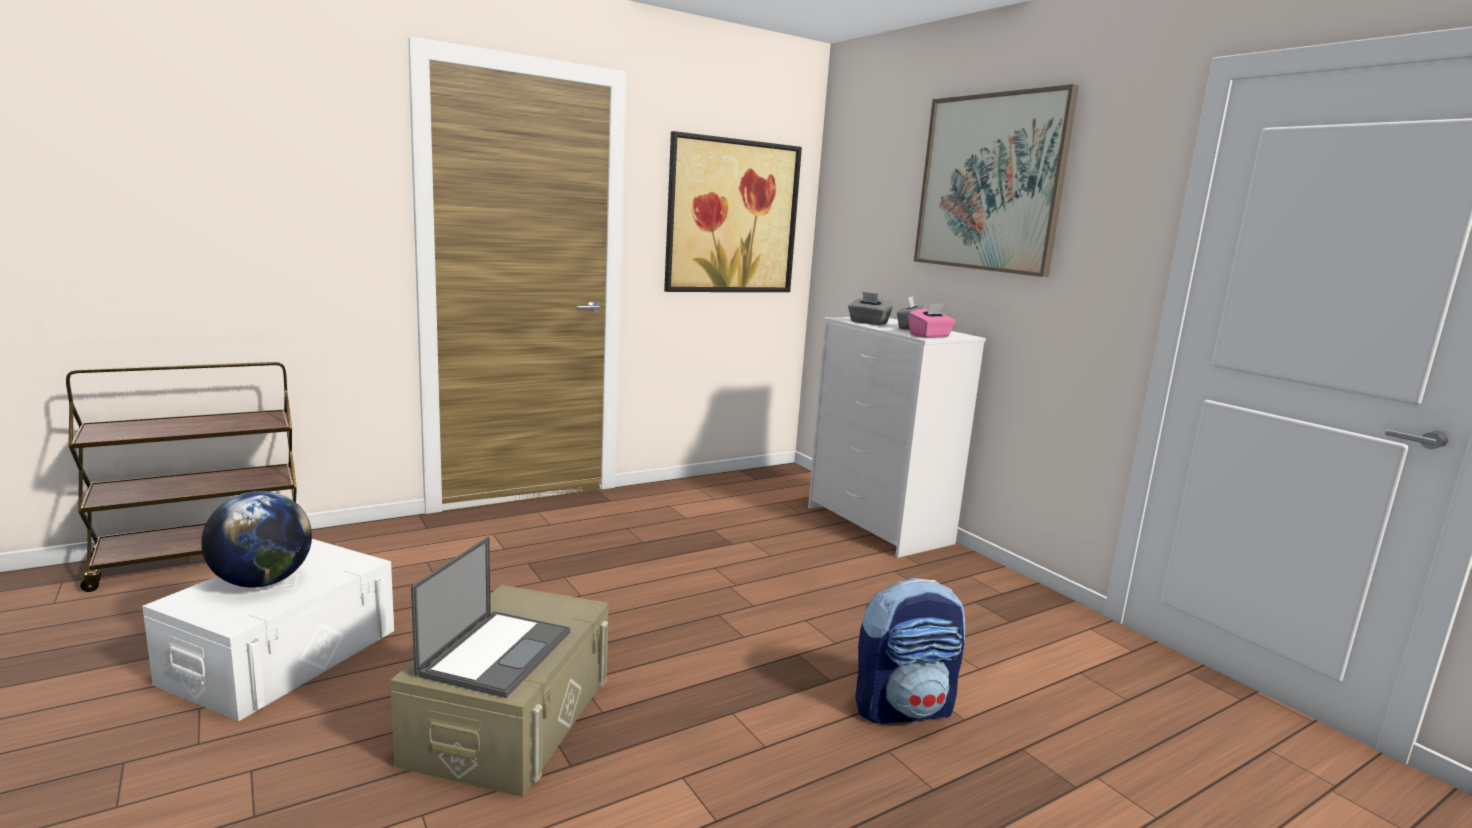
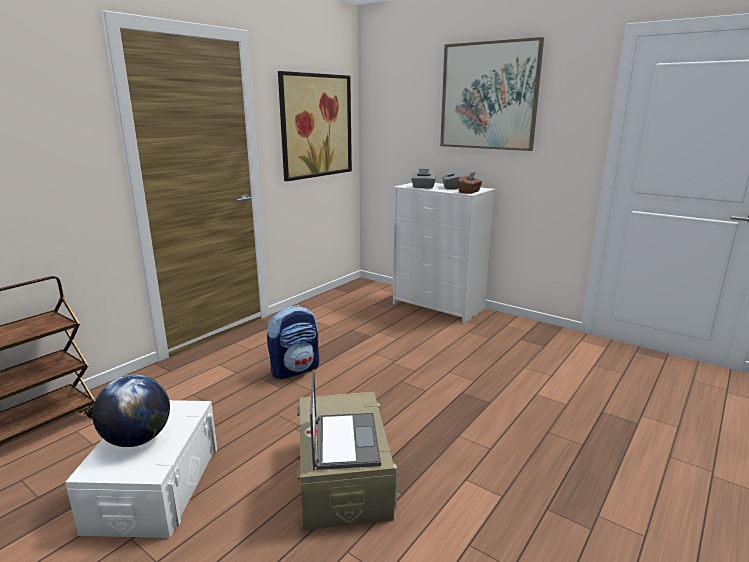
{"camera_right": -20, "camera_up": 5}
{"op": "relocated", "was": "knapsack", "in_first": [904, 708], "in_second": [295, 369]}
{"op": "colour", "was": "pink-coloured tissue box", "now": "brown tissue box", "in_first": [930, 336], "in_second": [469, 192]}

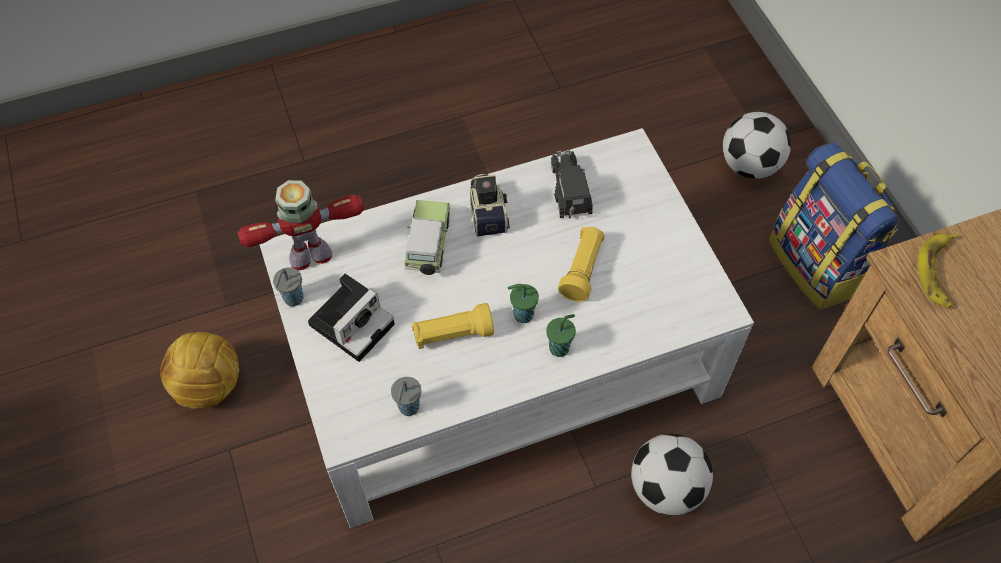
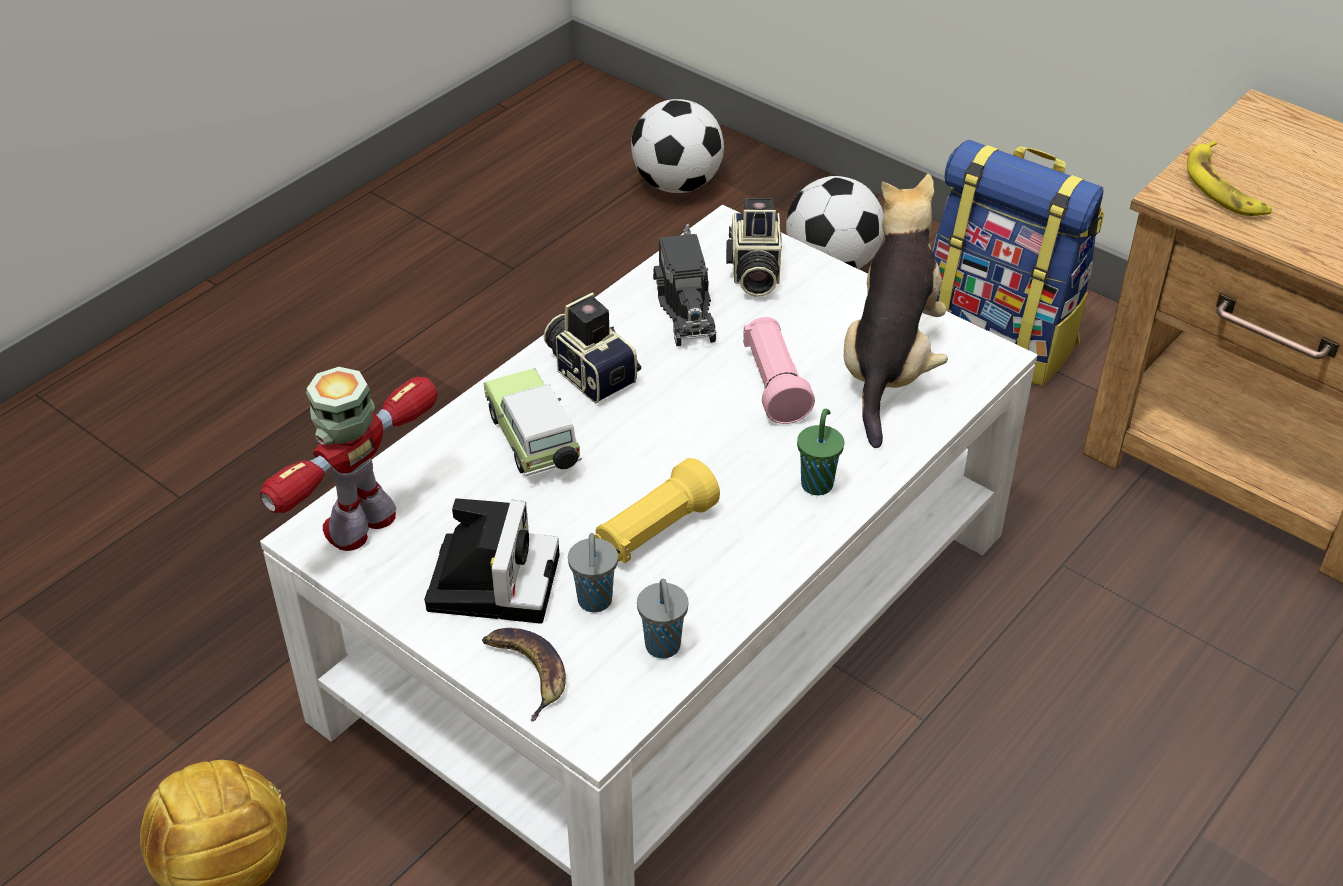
{"camera_right": -30, "camera_up": -15}
{"op": "missing", "was": "greenish drinking cup", "in_first": [522, 315]}
{"op": "appeared", "now": "whole banana", "in_second": [526, 671]}
{"op": "appeared", "now": "still camera", "in_second": [753, 272]}
{"op": "appeared", "now": "soft toy", "in_second": [889, 366]}
{"op": "relocated", "was": "gray drinking cup", "in_first": [293, 299], "in_second": [594, 602]}
{"op": "relocated", "was": "football ball", "in_first": [666, 488], "in_second": [677, 184]}
{"op": "colour", "was": "yellowish torch", "now": "pink-coloured torch", "in_first": [582, 270], "in_second": [774, 385]}
{"op": "spun", "was": "toy truck", "in_first": [569, 193], "in_second": [685, 307], "clockwise": -150}

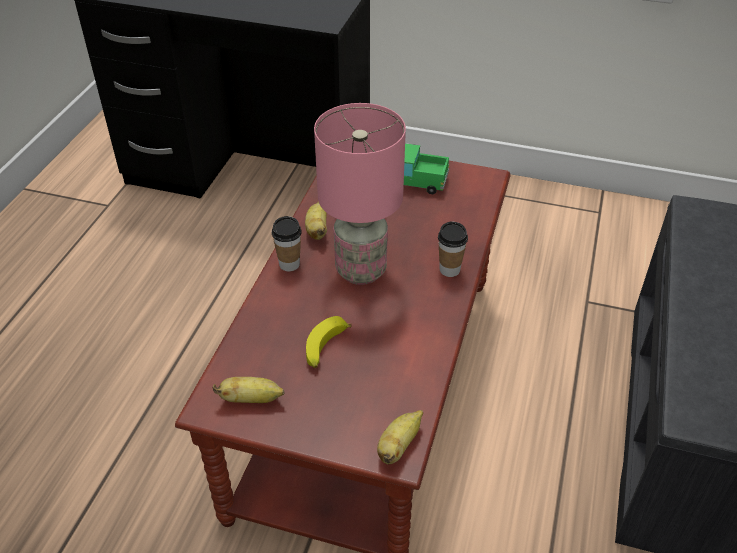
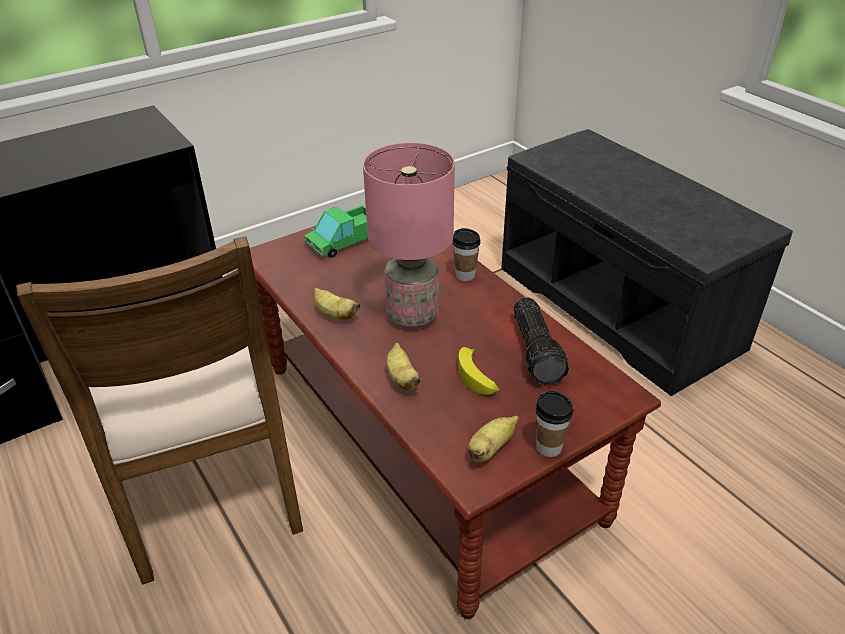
{"camera_right": -50, "camera_up": -5}
{"op": "appeared", "now": "brown plain chair", "in_second": [207, 478]}
{"op": "appeared", "now": "torch", "in_second": [538, 350]}
{"op": "relocated", "was": "drinking cup", "in_first": [289, 264], "in_second": [549, 447]}
{"op": "relocated", "was": "whole banana", "in_first": [398, 446], "in_second": [402, 378]}

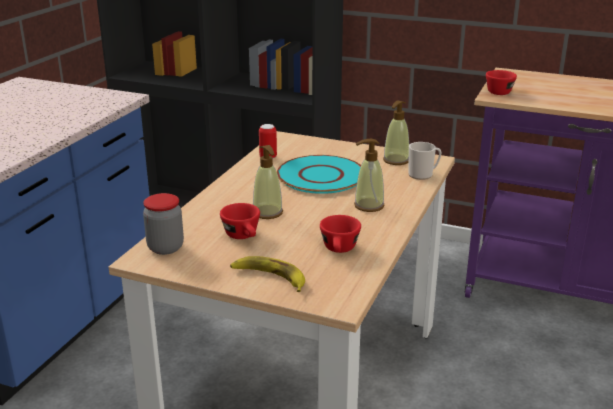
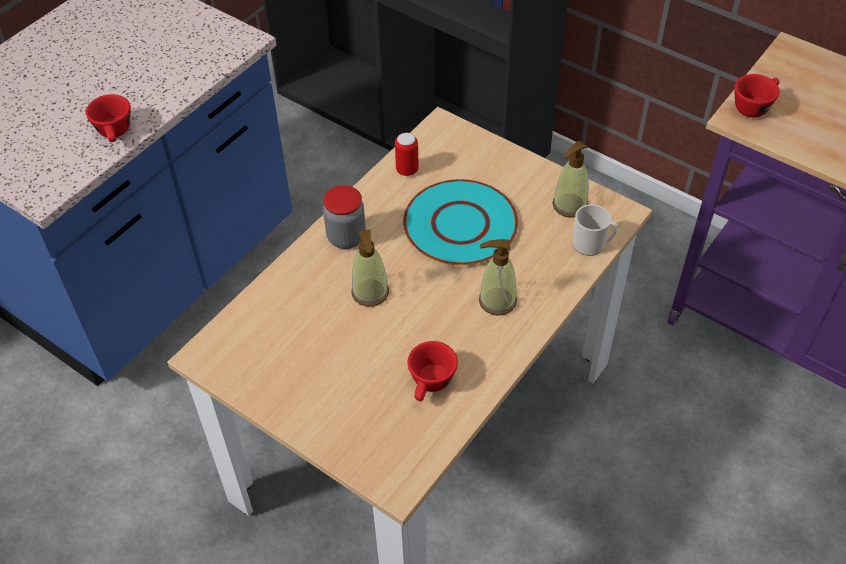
{"camera_right": 15, "camera_up": 25}
{"op": "missing", "was": "whole banana", "in_first": [269, 277]}
{"op": "relocated", "was": "preserve jar", "in_first": [165, 247], "in_second": [346, 237]}
{"op": "relocated", "was": "reddish drinking cup", "in_first": [243, 236], "in_second": [115, 133]}

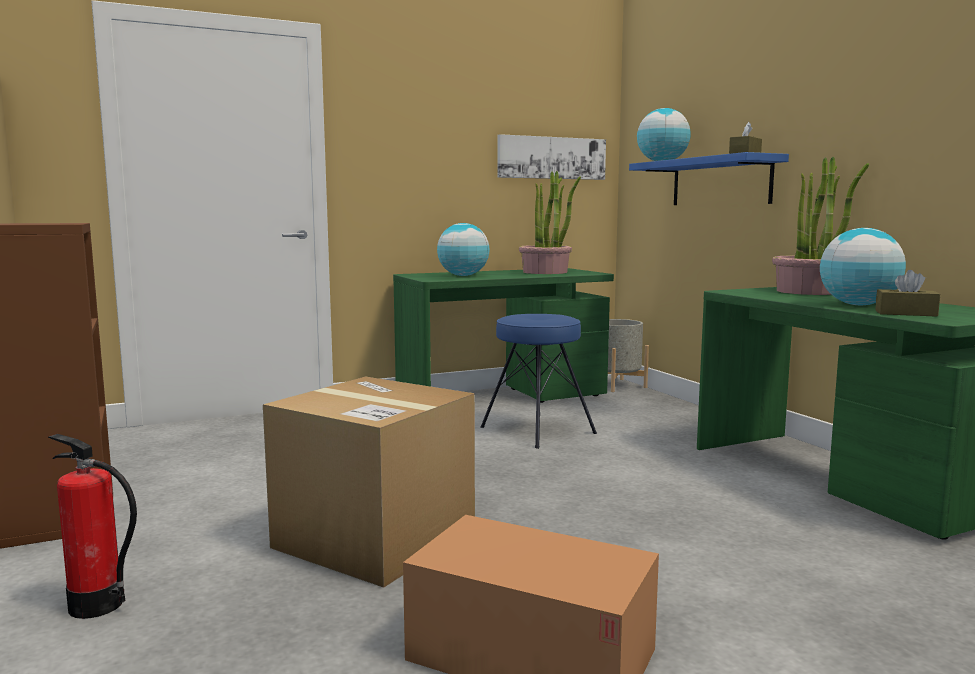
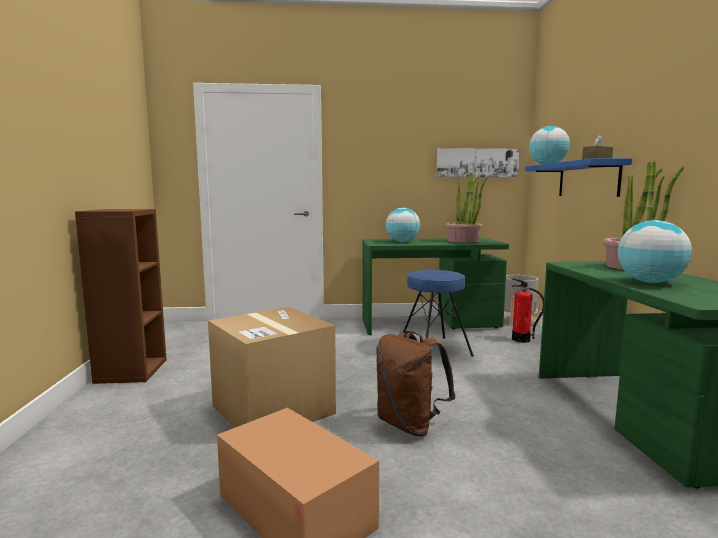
{"camera_right": 20, "camera_up": 0}
{"op": "missing", "was": "brown tissue box", "in_first": [905, 313]}
{"op": "appeared", "now": "brown knapsack", "in_second": [410, 425]}
{"op": "relocated", "was": "fire extinguisher", "in_first": [96, 605], "in_second": [521, 340]}

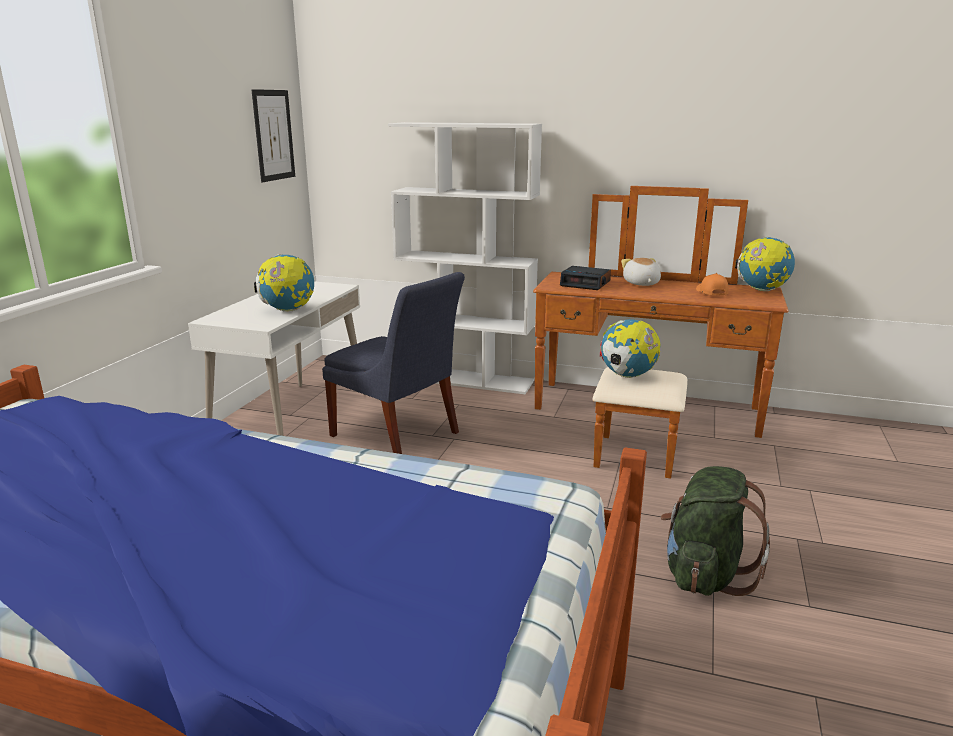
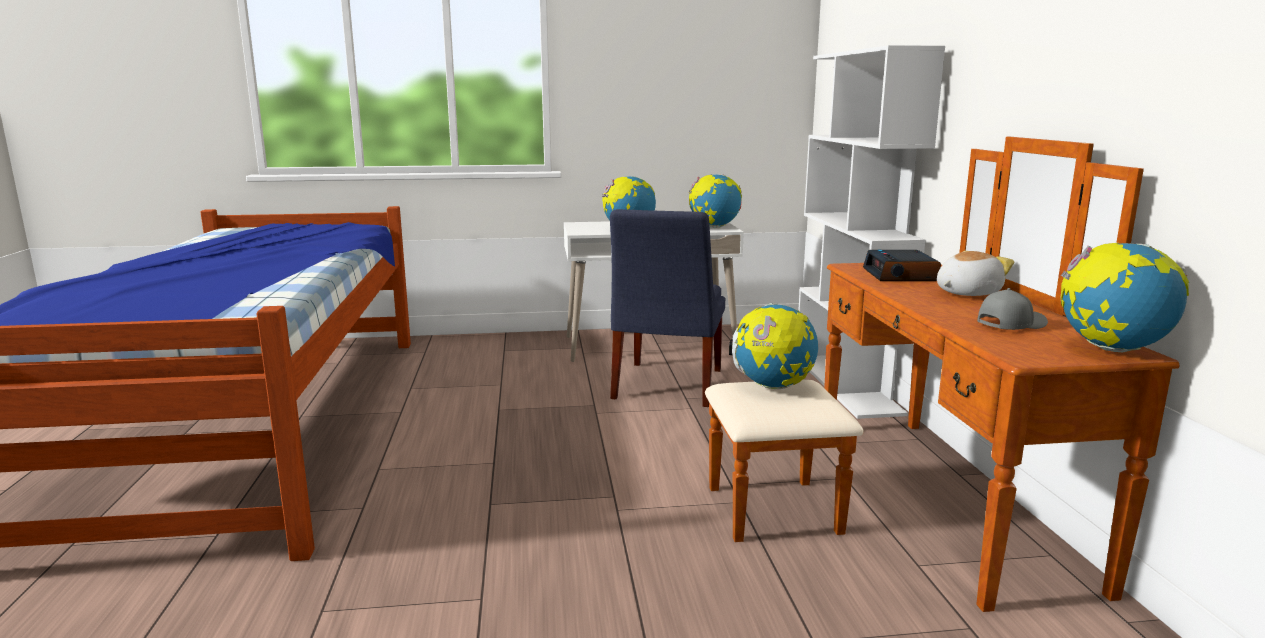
{"camera_right": 65, "camera_up": -5}
{"op": "missing", "was": "wall art", "in_first": [273, 135]}
{"op": "missing", "was": "greenish knapsack", "in_first": [704, 574]}
{"op": "appeared", "now": "desk globe", "in_second": [714, 227]}
{"op": "colour", "was": "orangey baseball cap", "now": "gray baseball cap", "in_first": [711, 292], "in_second": [1009, 324]}

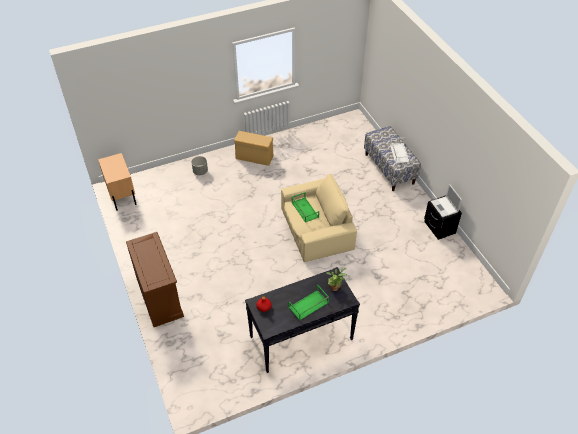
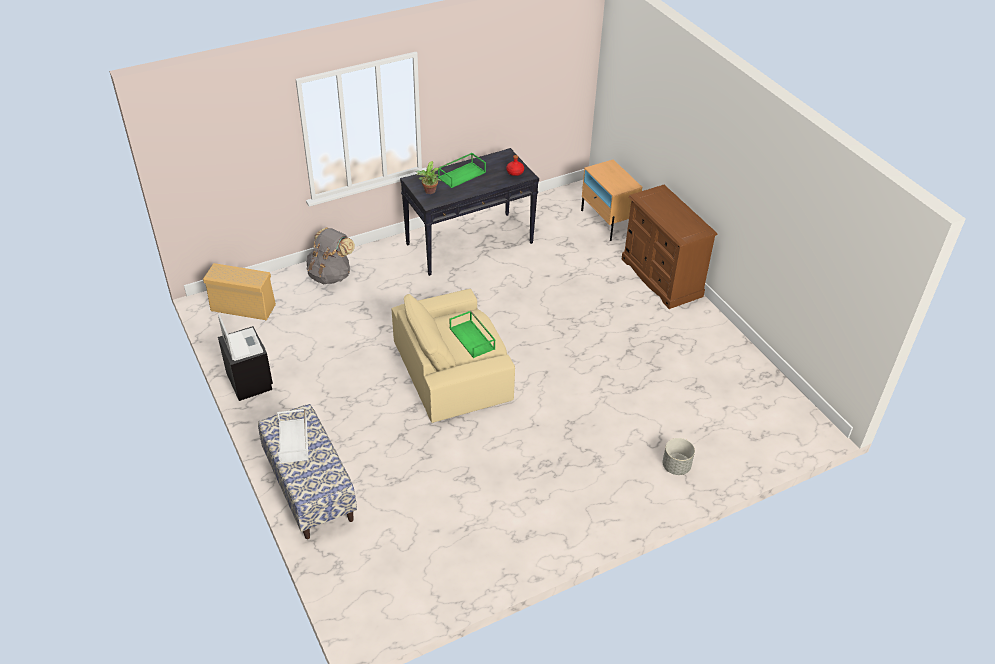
{"camera_right": 175, "camera_up": -5}
{"op": "appeared", "now": "gray knapsack", "in_second": [331, 275]}
{"op": "relocated", "was": "beige-coloured nightstand", "in_first": [121, 194], "in_second": [607, 221]}
{"op": "relocated", "was": "beige-coloured storage box", "in_first": [255, 157], "in_second": [242, 307]}

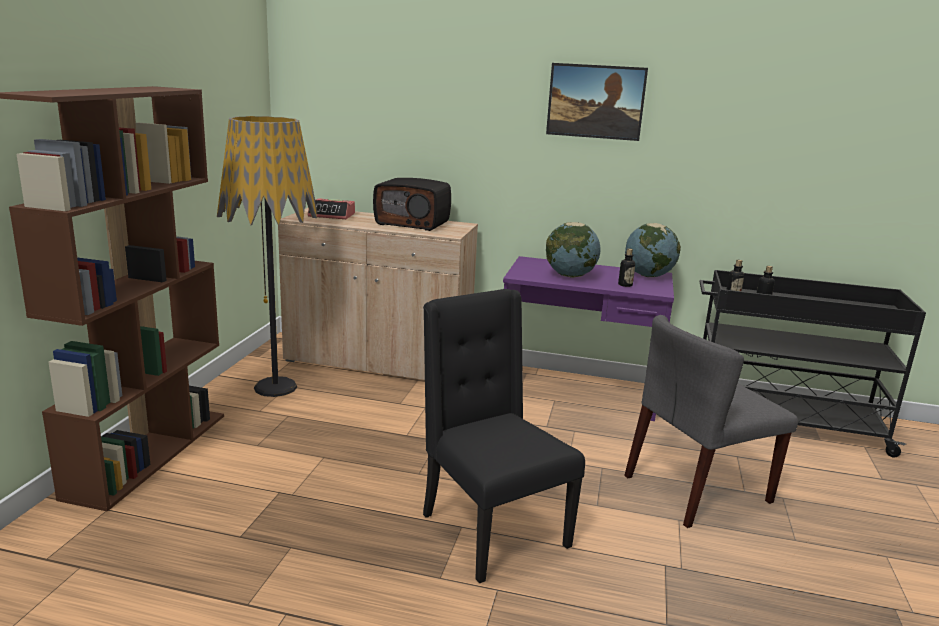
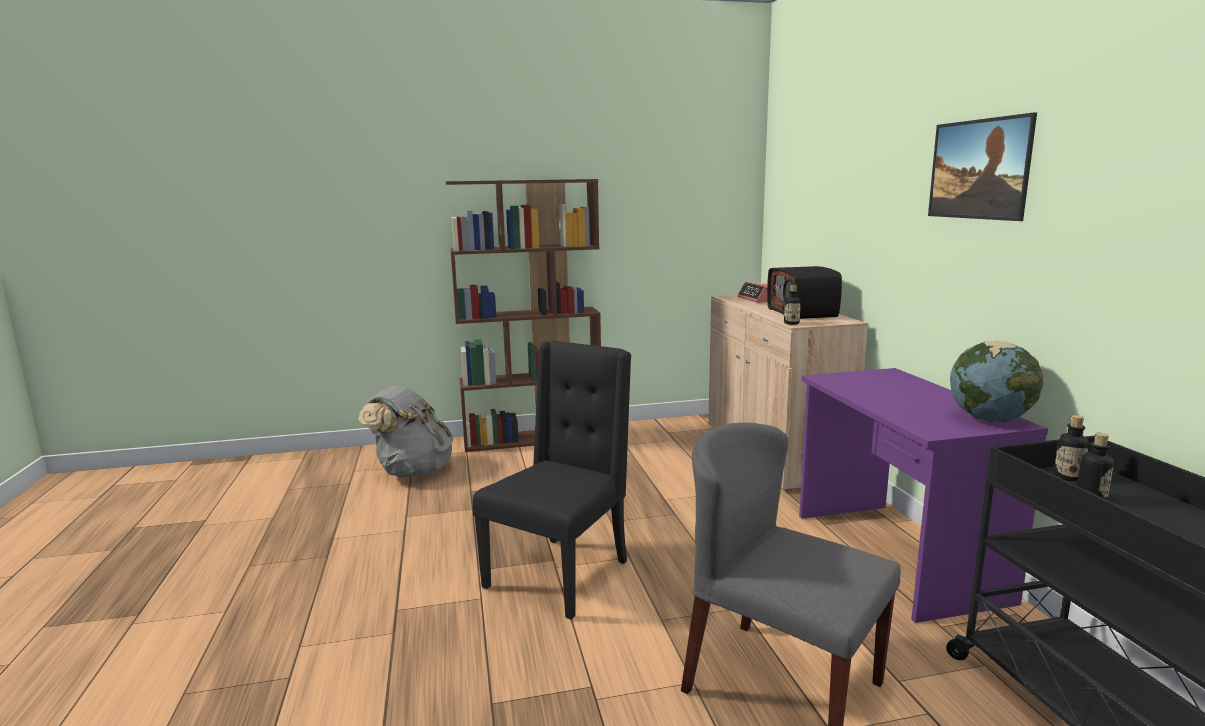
{"camera_right": 65, "camera_up": -5}
{"op": "missing", "was": "floor lamp", "in_first": [275, 387]}
{"op": "missing", "was": "desk globe", "in_first": [570, 276]}
{"op": "appeared", "now": "gray knapsack", "in_second": [412, 471]}
{"op": "relocated", "was": "drink bottle", "in_first": [625, 285], "in_second": [791, 323]}

